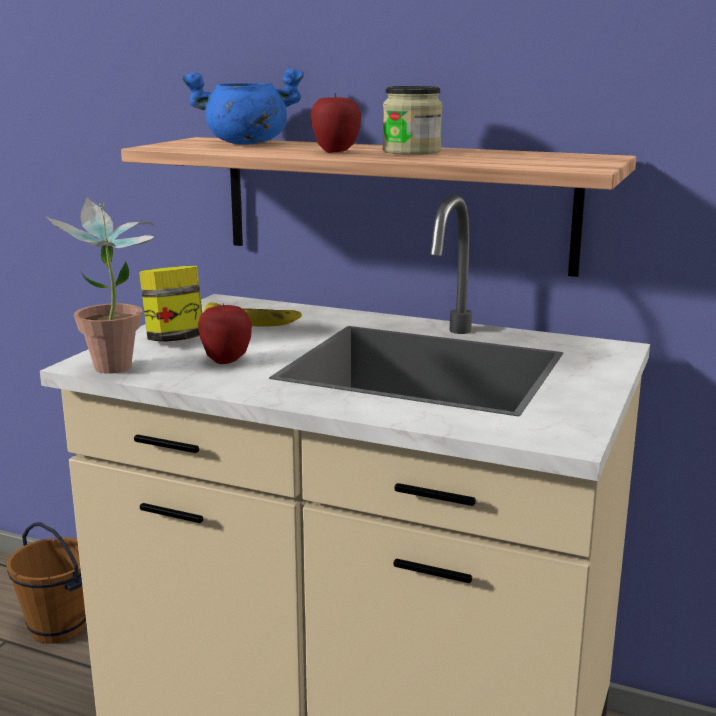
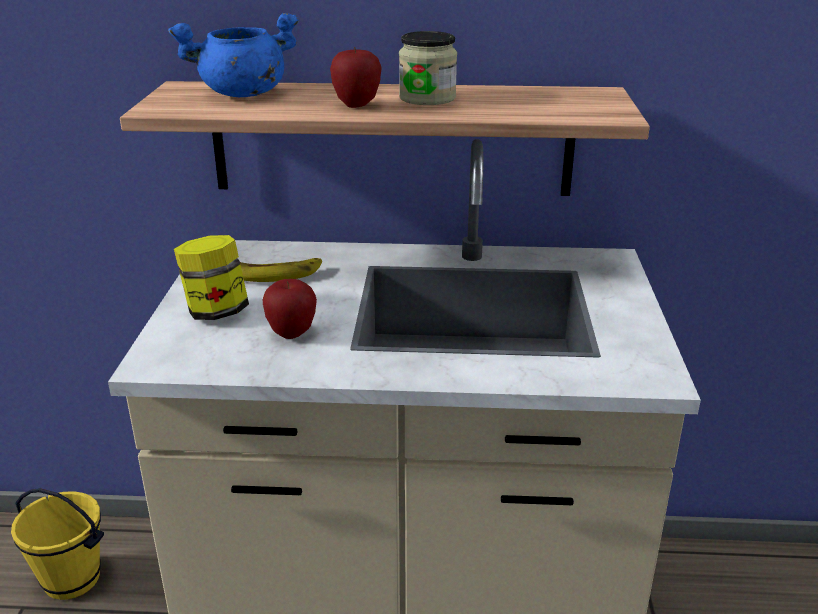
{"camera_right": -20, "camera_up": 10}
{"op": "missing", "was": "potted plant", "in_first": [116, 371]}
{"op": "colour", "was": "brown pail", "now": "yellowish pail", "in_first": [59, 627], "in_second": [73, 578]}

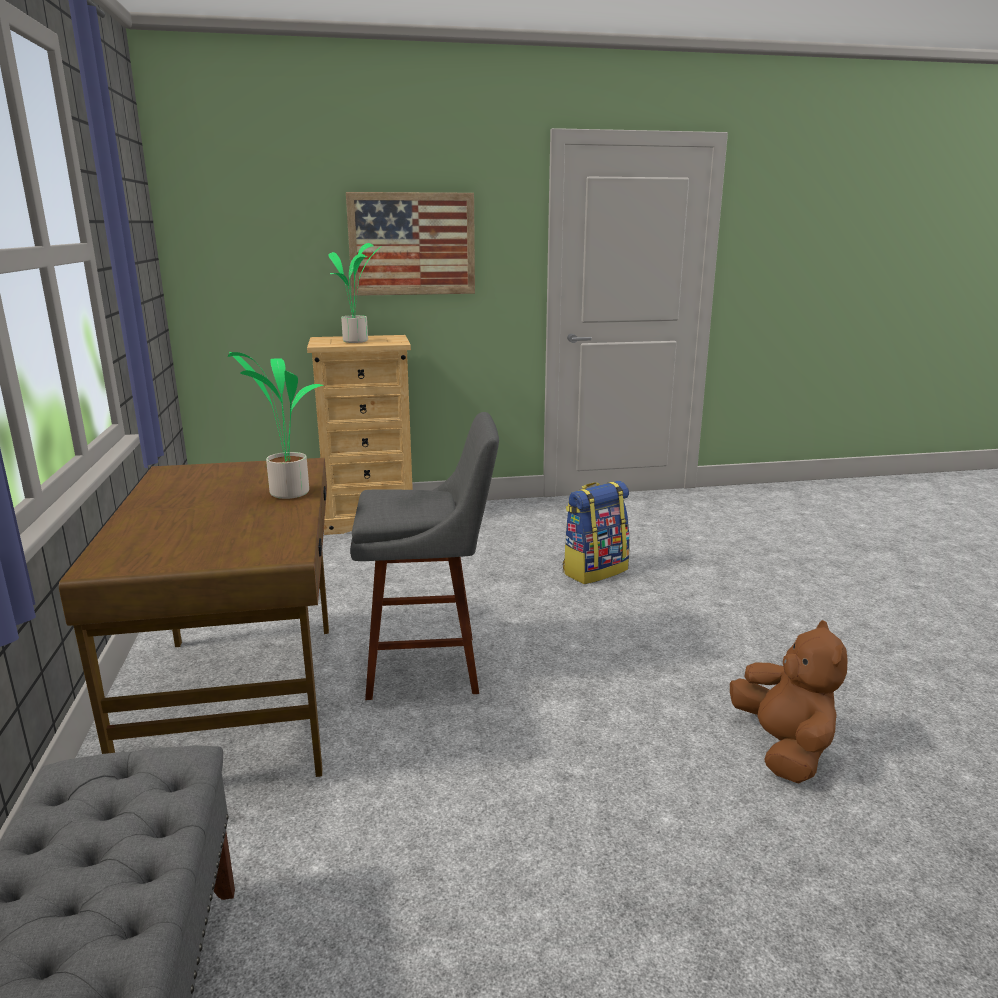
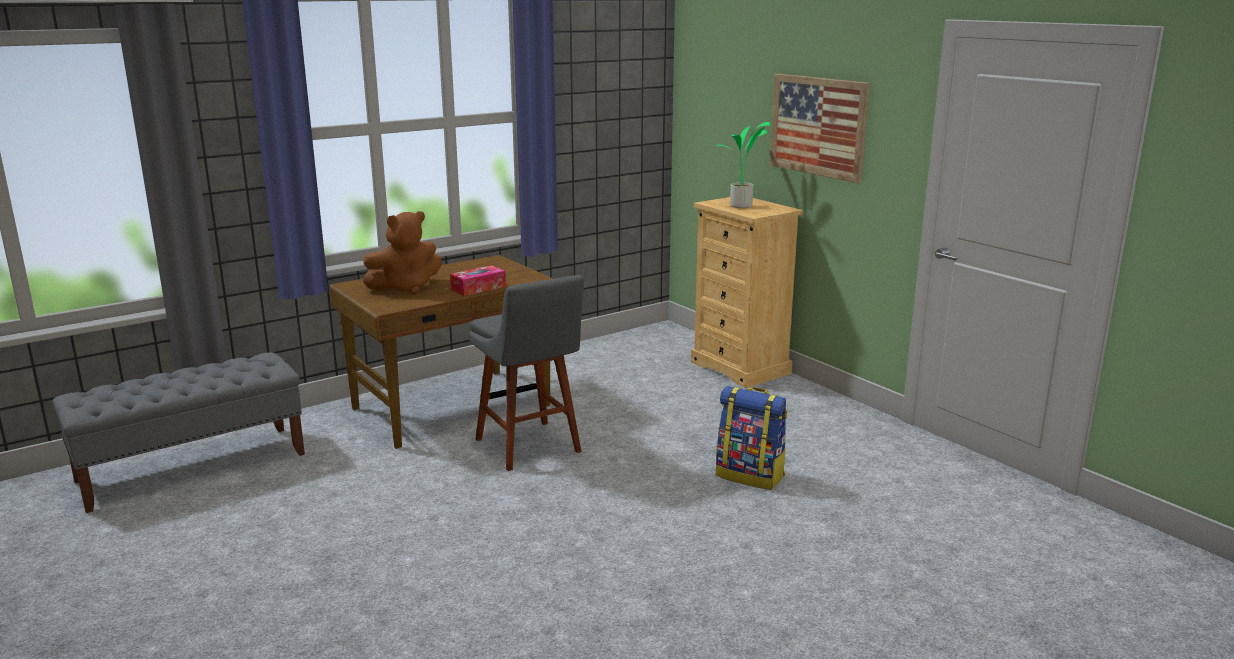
{"camera_right": 65, "camera_up": 0}
{"op": "relocated", "was": "brown soft toy", "in_first": [783, 748], "in_second": [405, 288]}
{"op": "exchanged", "was": "potted plant", "now": "tissue box", "in_first": [287, 493], "in_second": [478, 288]}

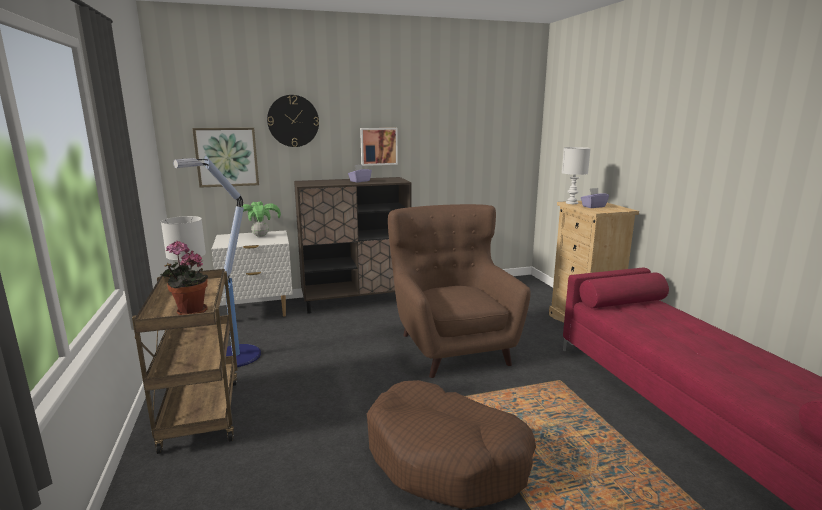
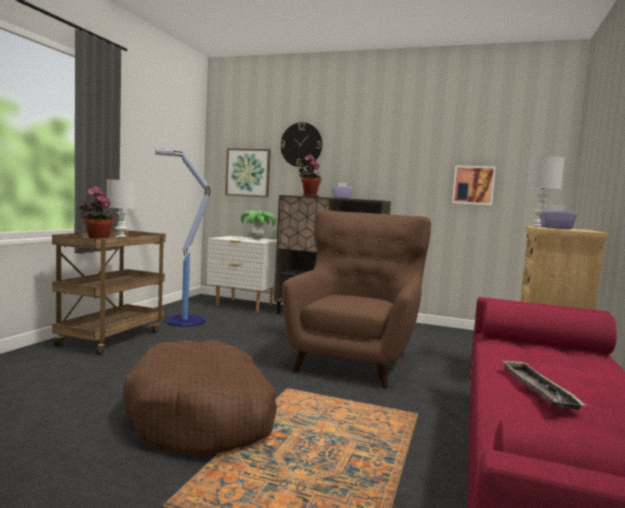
{"camera_right": 35, "camera_up": -10}
{"op": "appeared", "now": "potted plant", "in_second": [308, 196]}
{"op": "appeared", "now": "carrying tray", "in_second": [537, 389]}
{"op": "relocated", "was": "wall art", "in_first": [378, 146], "in_second": [473, 185]}

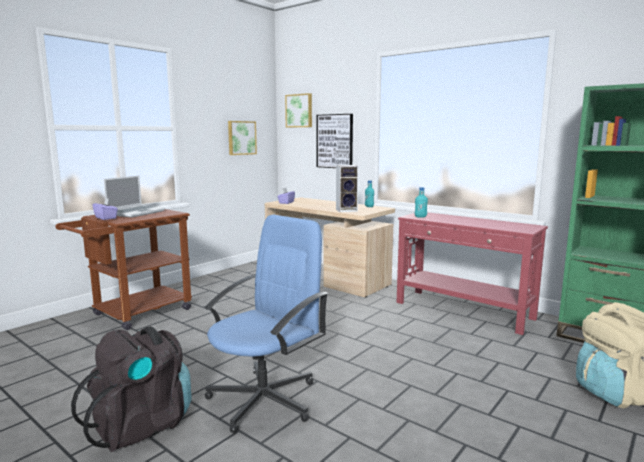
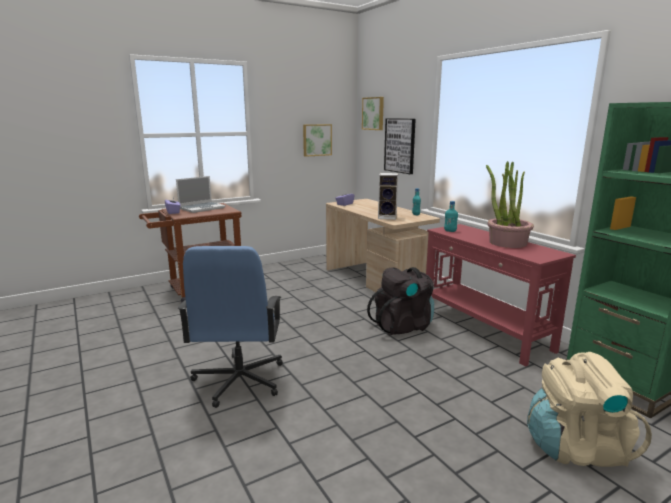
{"camera_right": 20, "camera_up": 5}
{"op": "appeared", "now": "potted plant", "in_second": [507, 242]}
{"op": "relocated", "was": "black knapsack", "in_first": [142, 424], "in_second": [403, 326]}
{"op": "spun", "was": "bluish desk chair", "in_first": [265, 399], "in_second": [239, 380], "clockwise": 120}

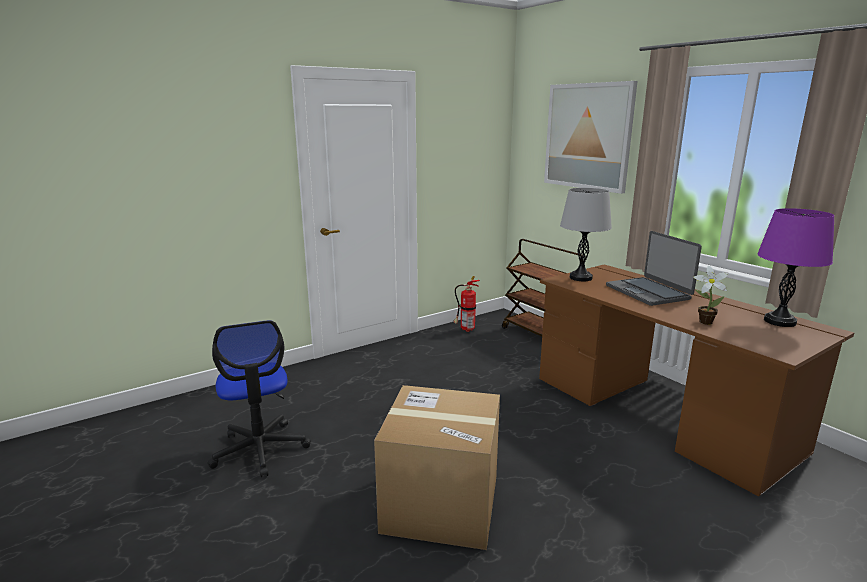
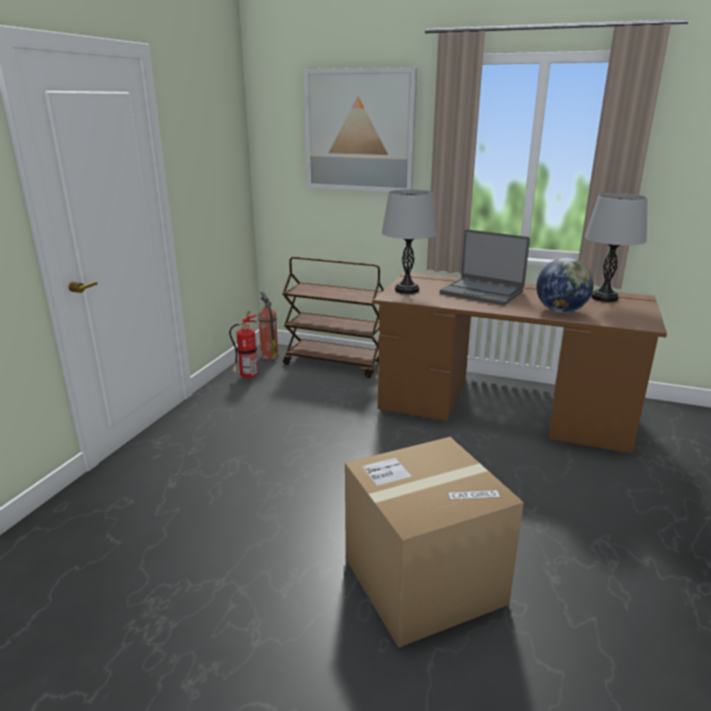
{"camera_right": -35, "camera_up": 5}
{"op": "missing", "was": "desk chair", "in_first": [260, 449]}
{"op": "appeared", "now": "fire extinguisher", "in_second": [269, 355]}
{"op": "exchanged", "was": "potted plant", "now": "desk globe", "in_first": [703, 321], "in_second": [560, 311]}
{"op": "colour", "was": "purple tabletop lamp", "now": "gray tabletop lamp", "in_first": [779, 321], "in_second": [604, 298]}

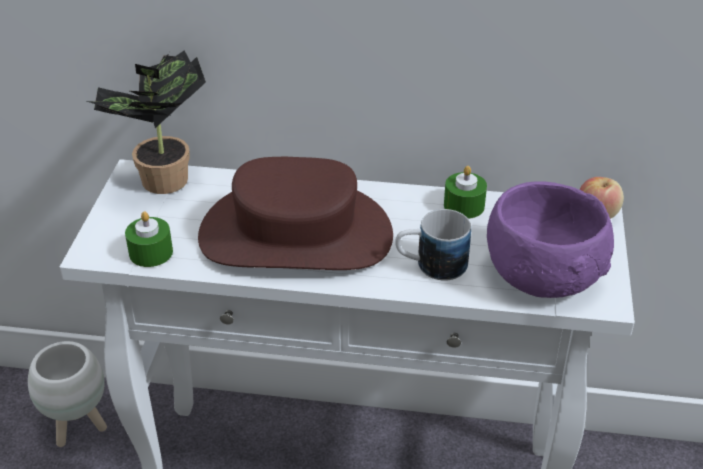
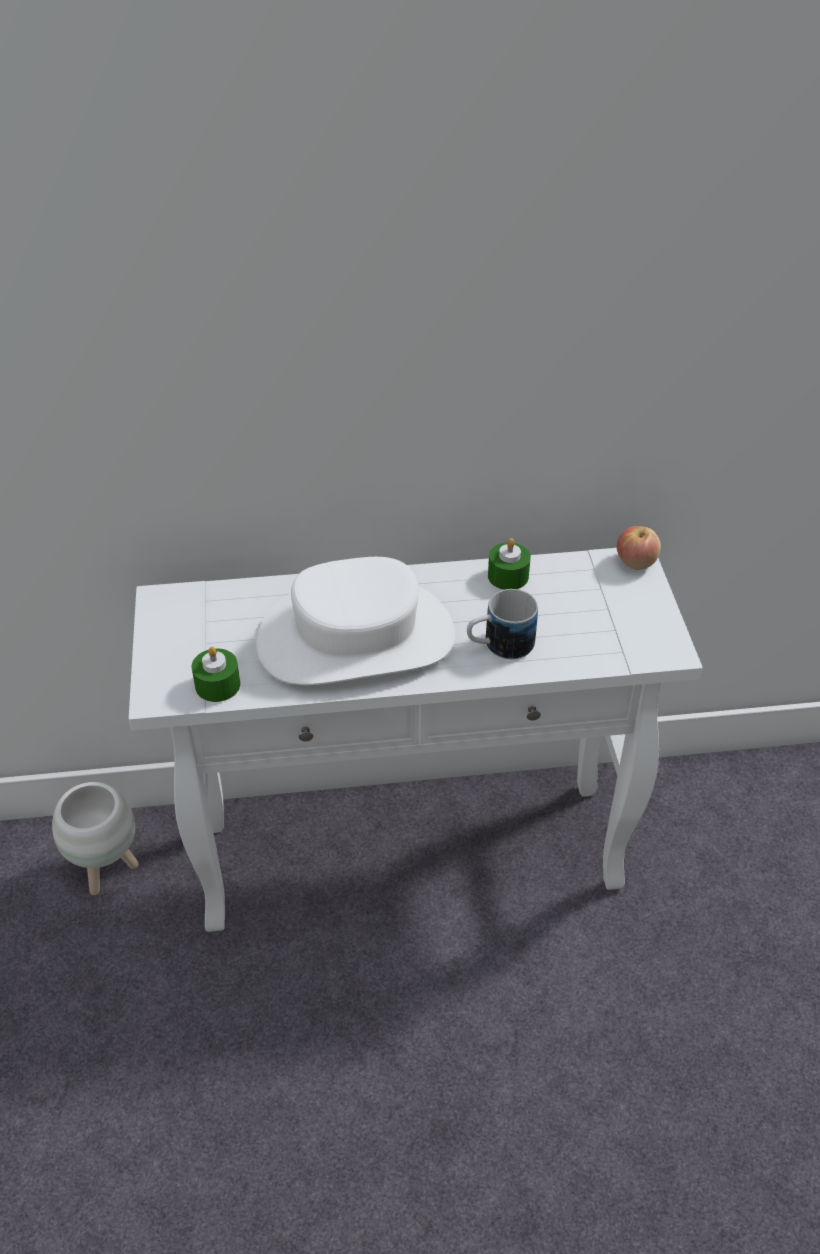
{"camera_right": -15, "camera_up": 5}
{"op": "missing", "was": "potted plant", "in_first": [162, 184]}
{"op": "missing", "was": "purple deep dish", "in_first": [543, 273]}
{"op": "colour", "was": "brown wearable hat", "now": "white wearable hat", "in_first": [296, 234], "in_second": [356, 637]}

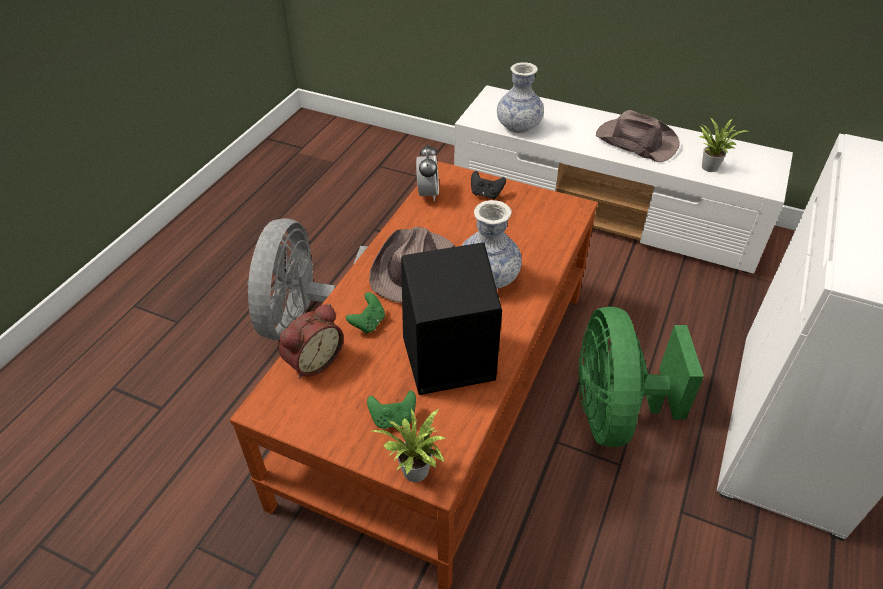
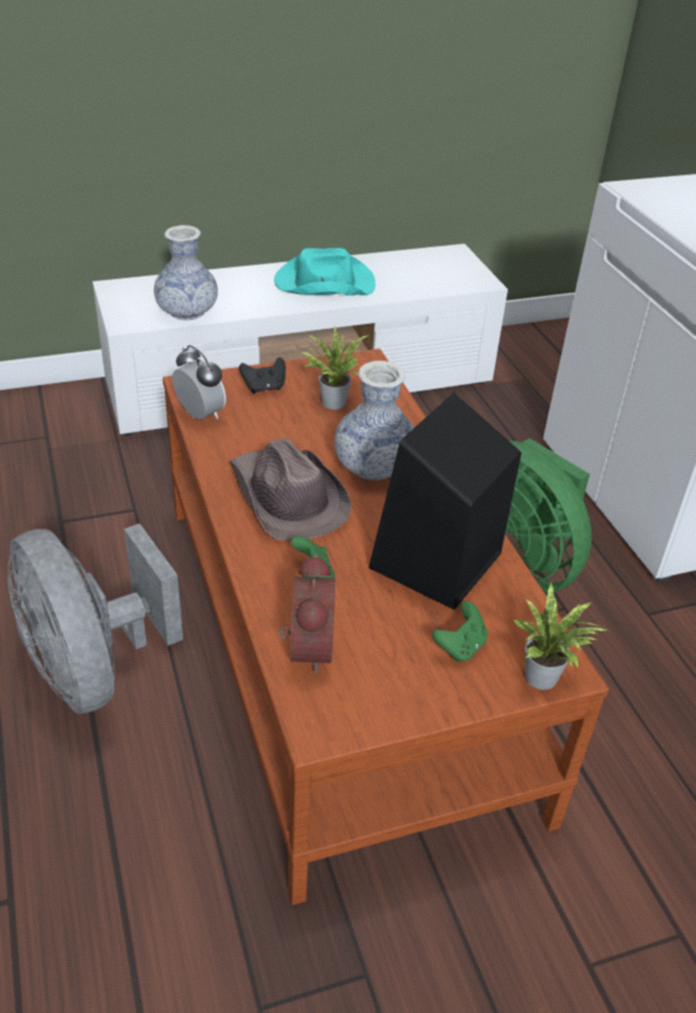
{"camera_right": -45, "camera_up": -5}
{"op": "relocated", "was": "potted plant", "in_first": [709, 166], "in_second": [331, 401]}
{"op": "colour", "was": "brown wearable hat", "now": "turquoise wearable hat", "in_first": [635, 141], "in_second": [323, 283]}

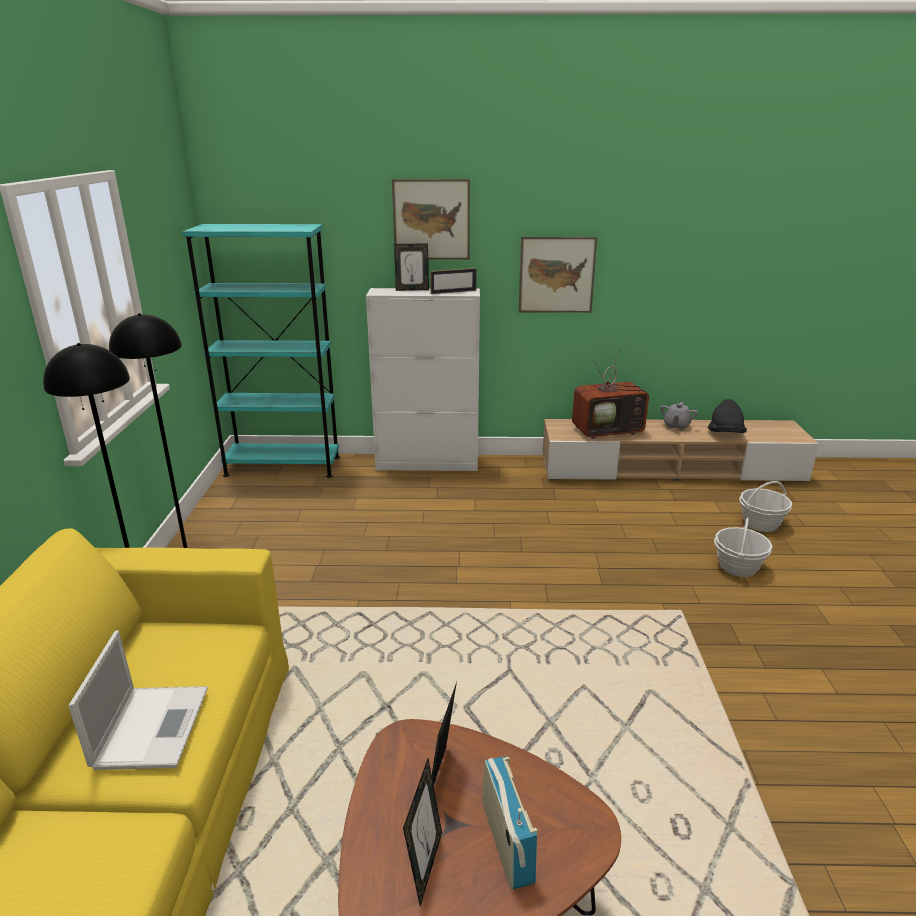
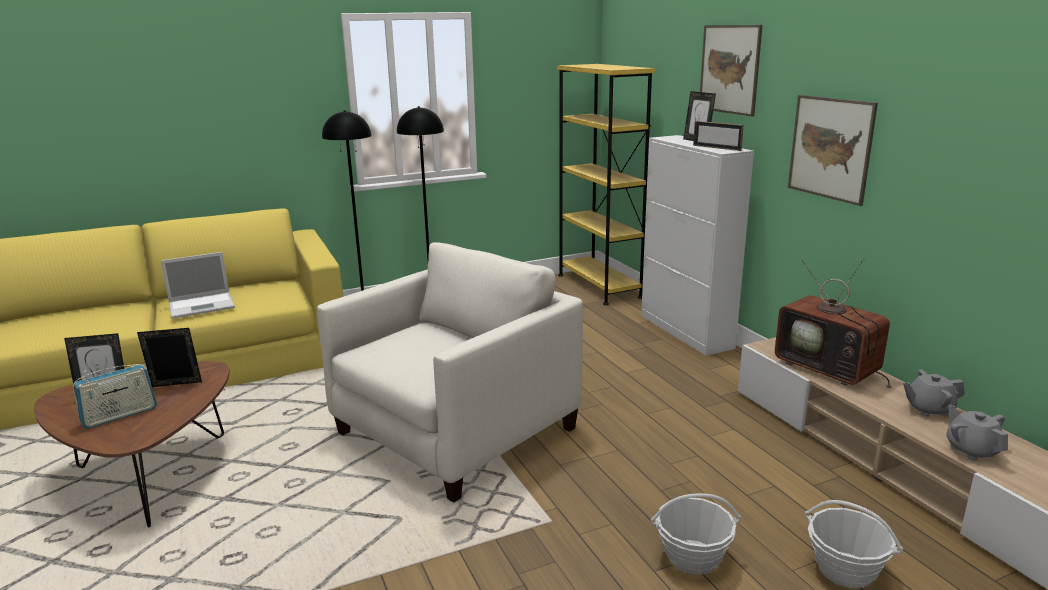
{"camera_right": 65, "camera_up": -5}
{"op": "appeared", "now": "beige-coloured lounge chair", "in_second": [455, 431]}
{"op": "exchanged", "was": "black wearable hat", "now": "gray teapot", "in_first": [725, 434], "in_second": [971, 450]}
{"op": "colour", "was": "turquoise bookshelf", "now": "yellowish bookshelf", "in_first": [283, 466], "in_second": [599, 286]}

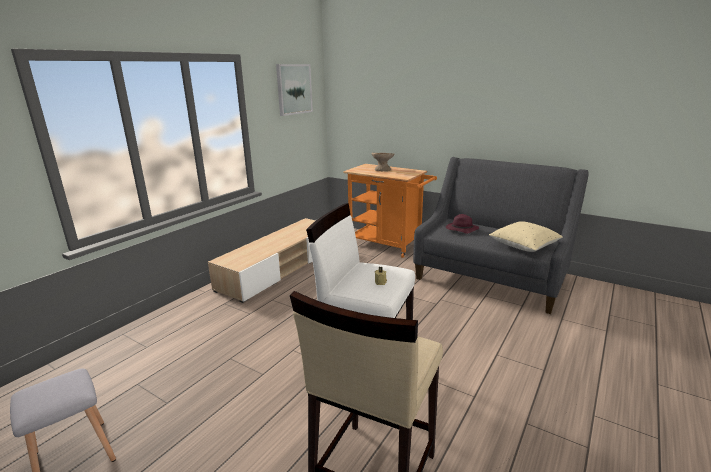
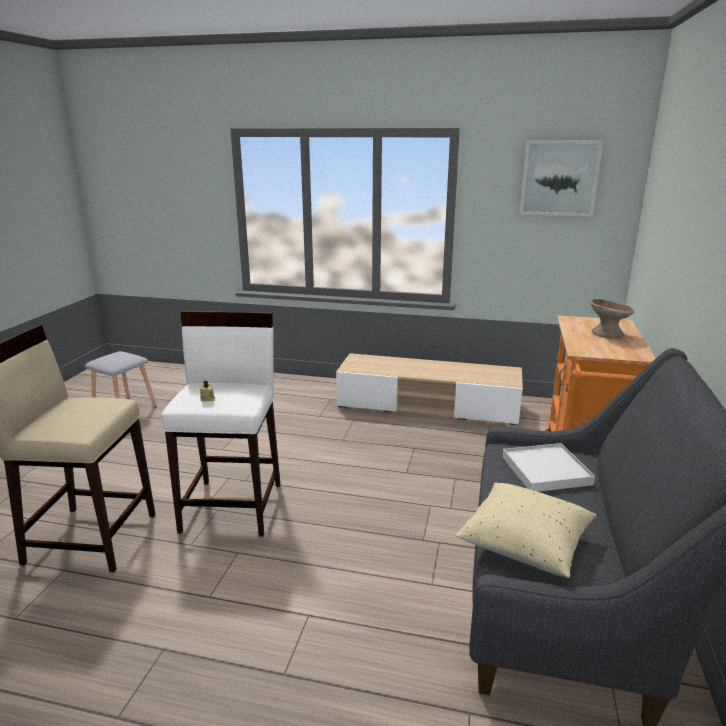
{"camera_right": 70, "camera_up": 0}
{"op": "exchanged", "was": "purple wearable hat", "now": "white carrying tray", "in_first": [461, 229], "in_second": [545, 470]}

